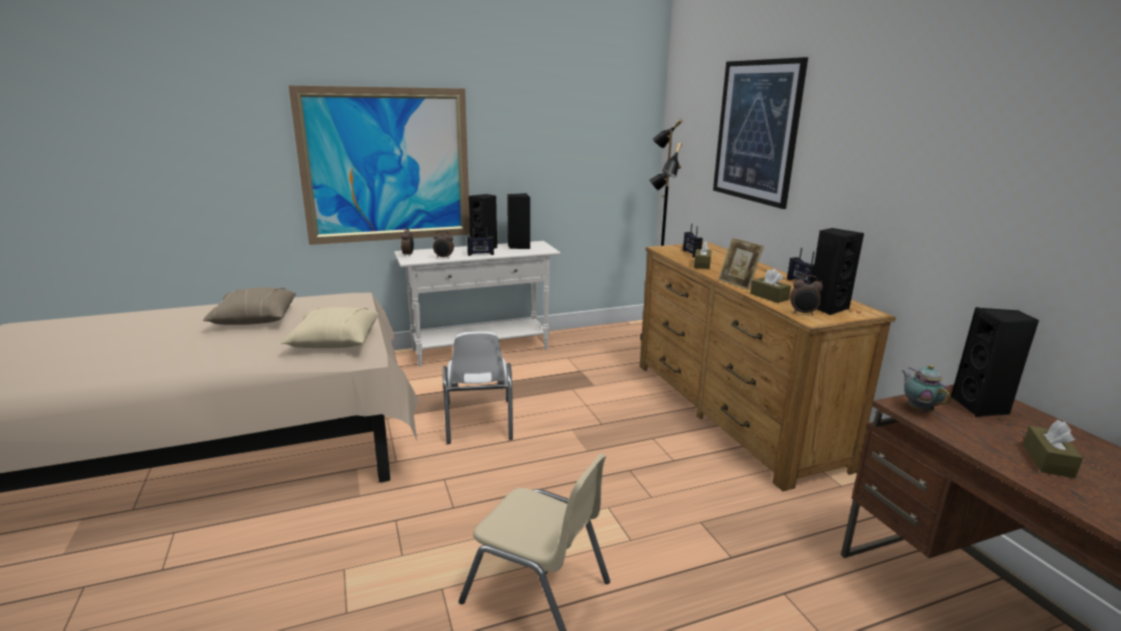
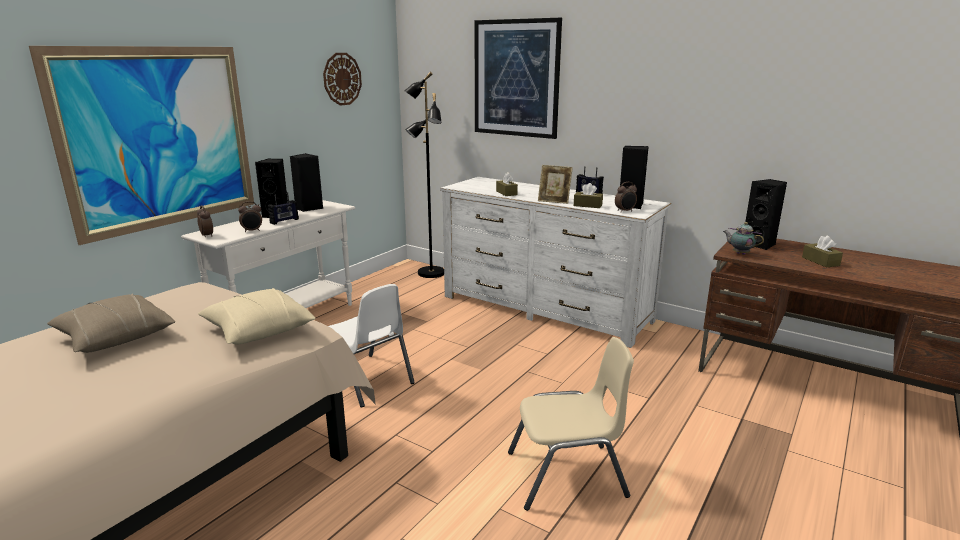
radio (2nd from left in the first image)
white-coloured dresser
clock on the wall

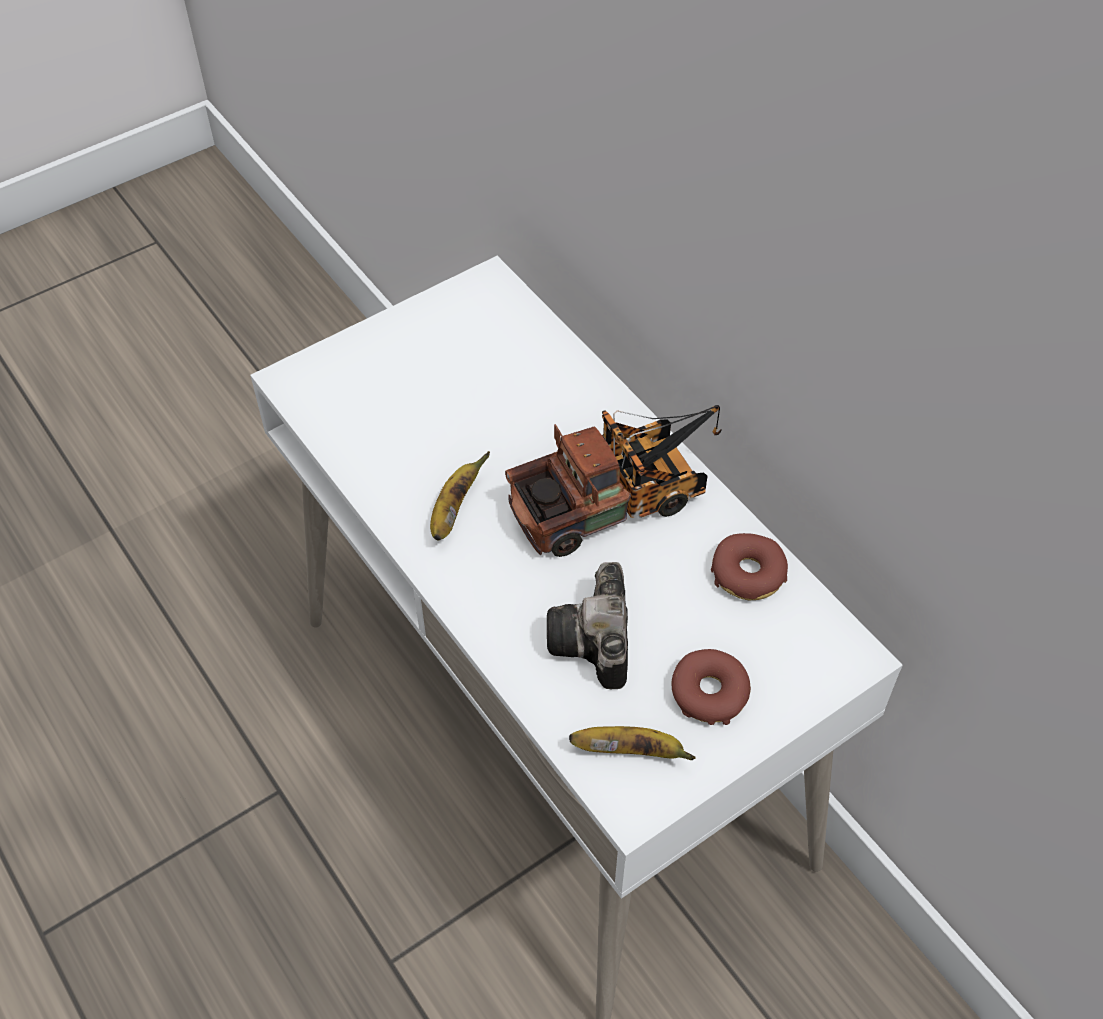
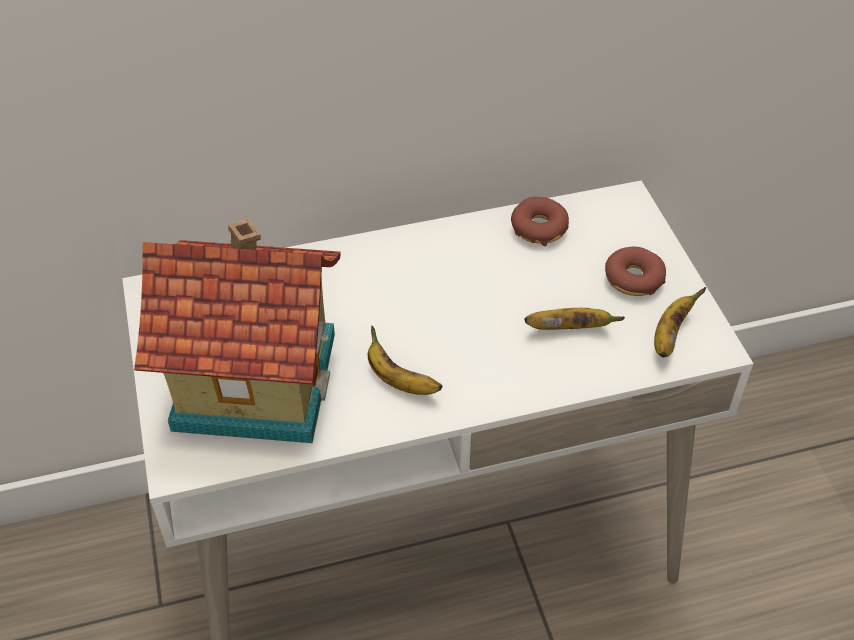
toy truck
whole banana (2nd from left)
toy house

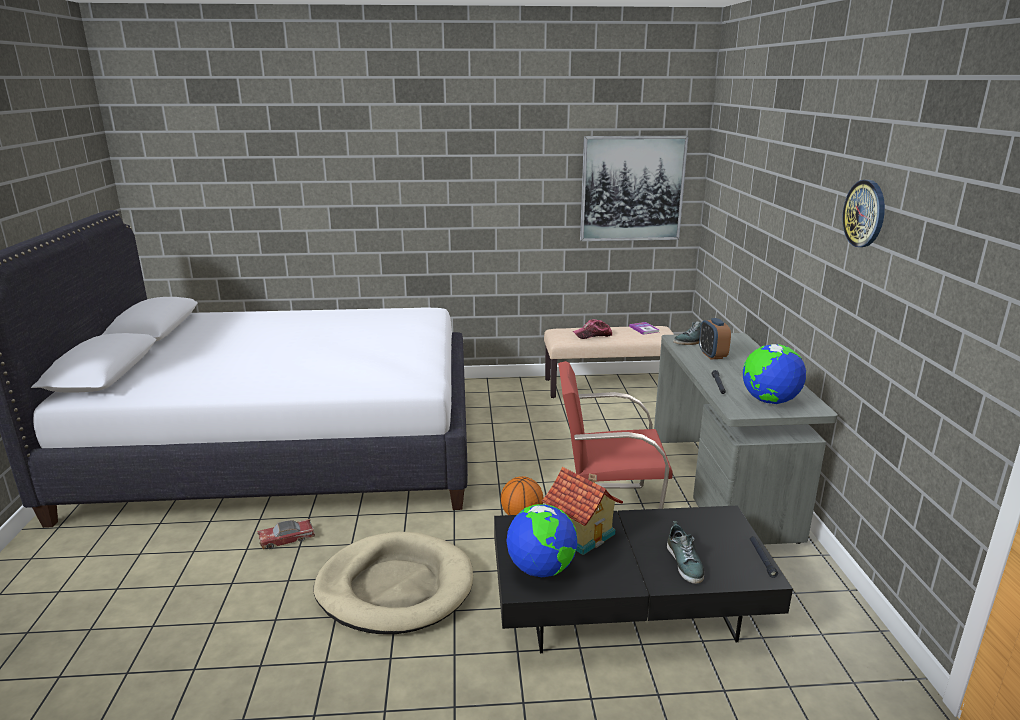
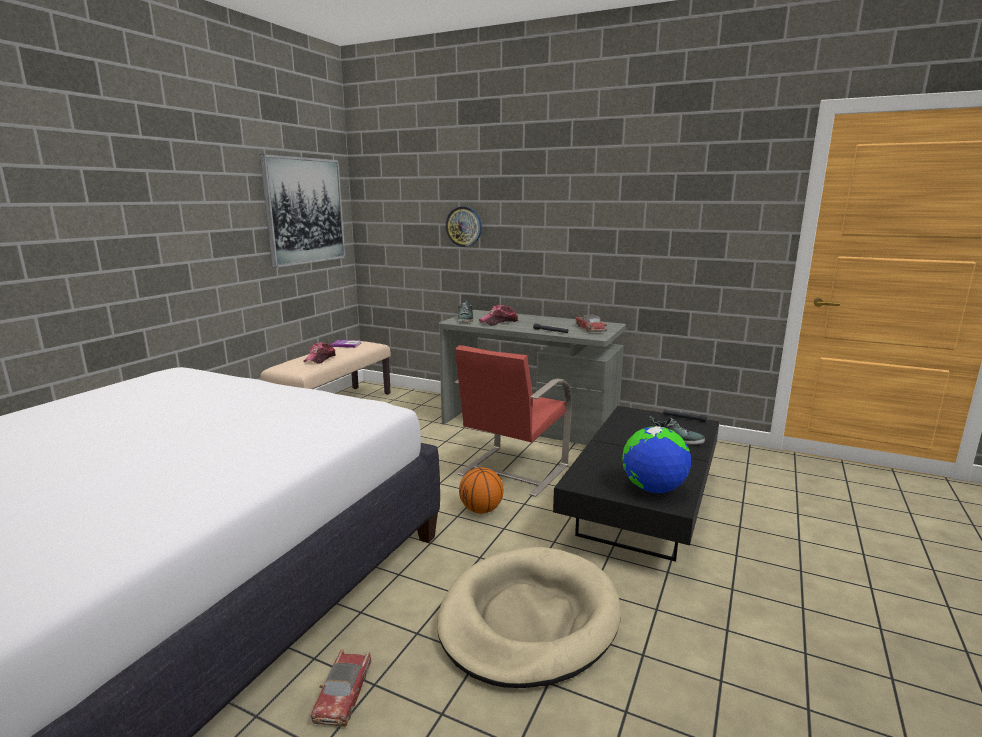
clock on the wall
cap (2nd from left)
toy car (2nd from left)
toy house

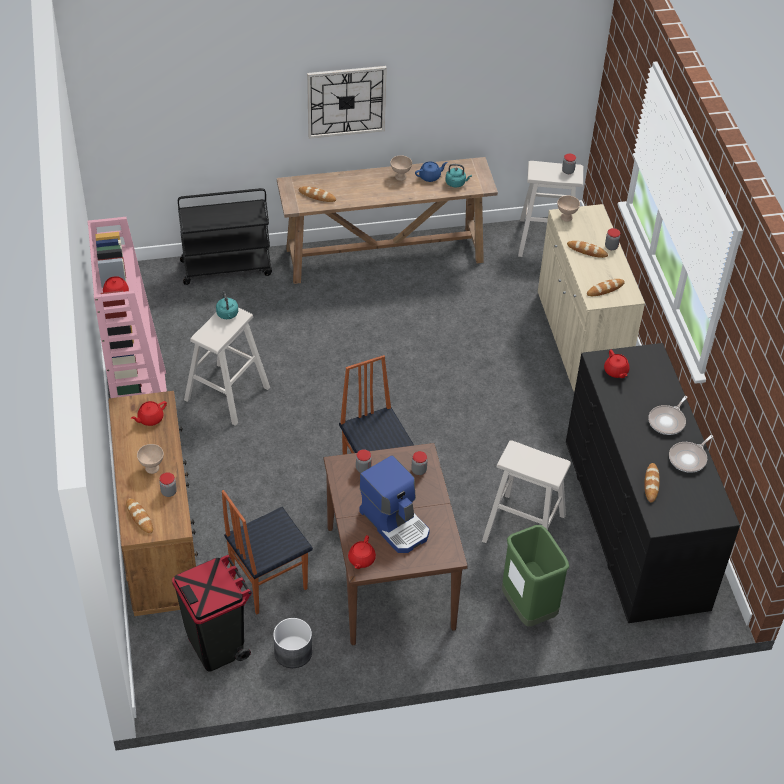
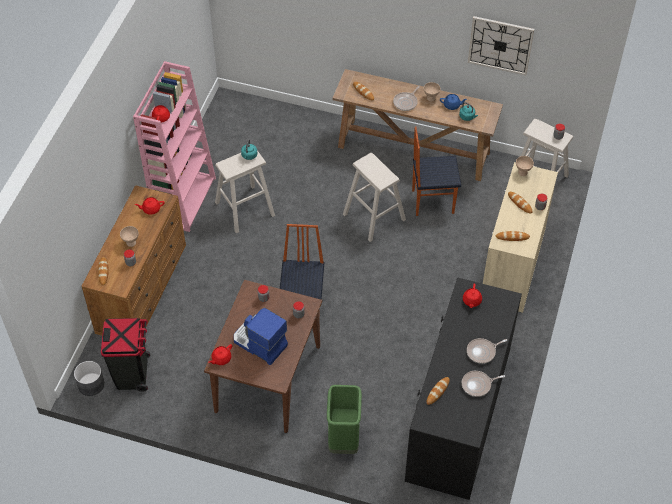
clock on the wall
black-coloured cart
beige-coloured sitting stool (2nd from left)
coffee brewer
upright chair (2nd from left)
grey plant pot
skillet (1st from left)

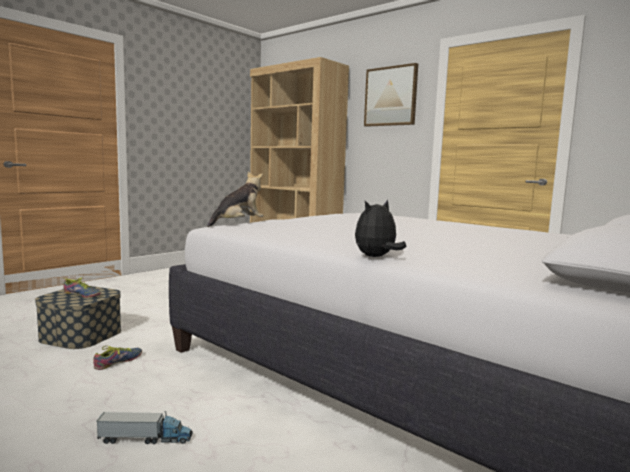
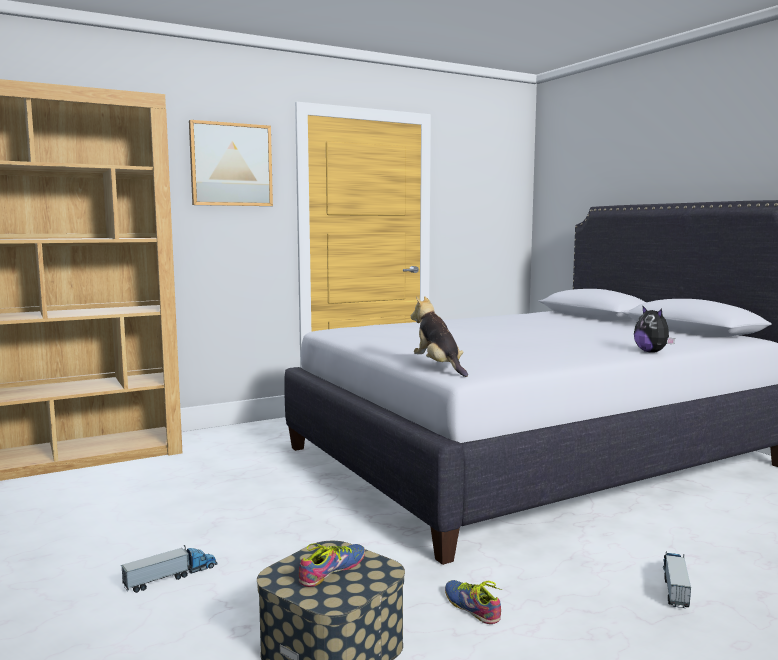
toy truck (1st from left)

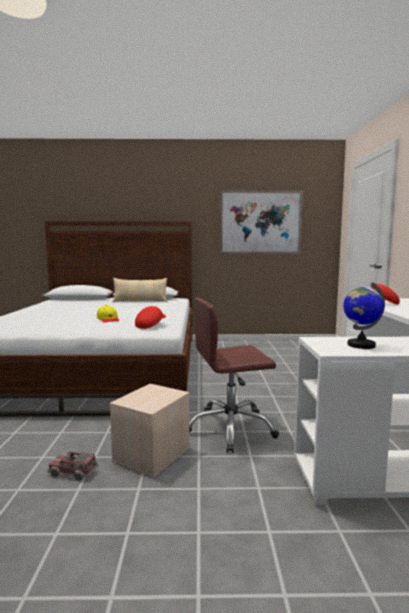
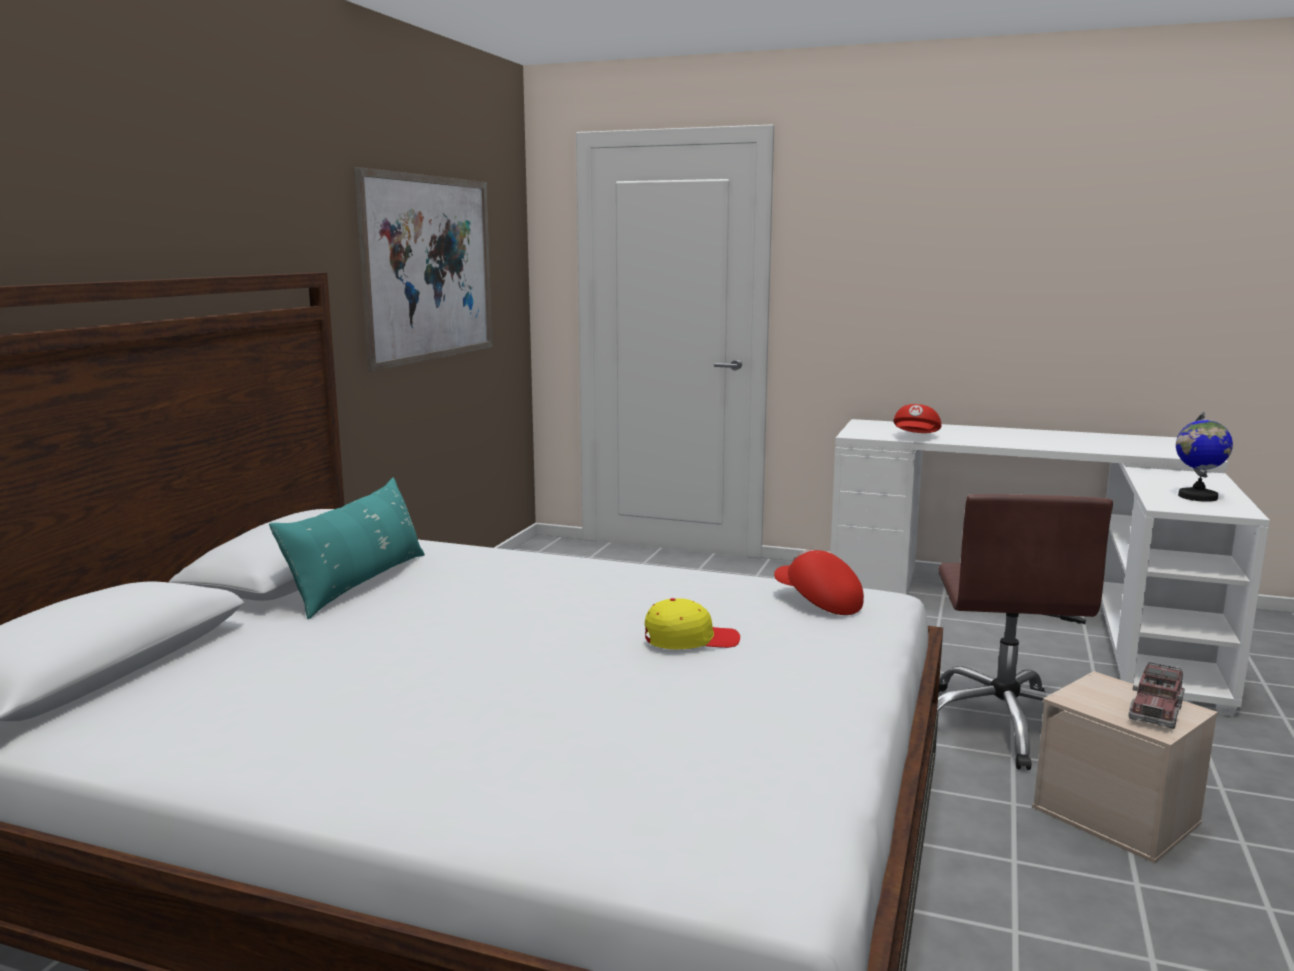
turquoise-coloured throw pillow
toy truck

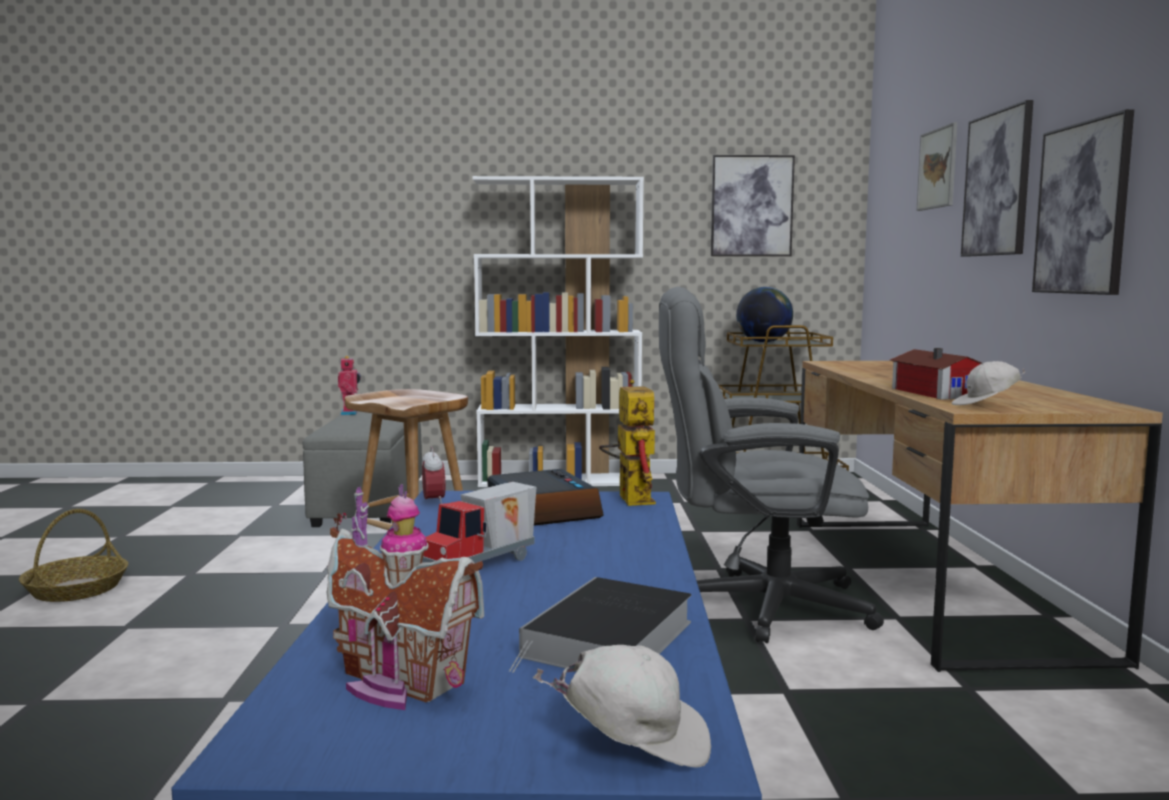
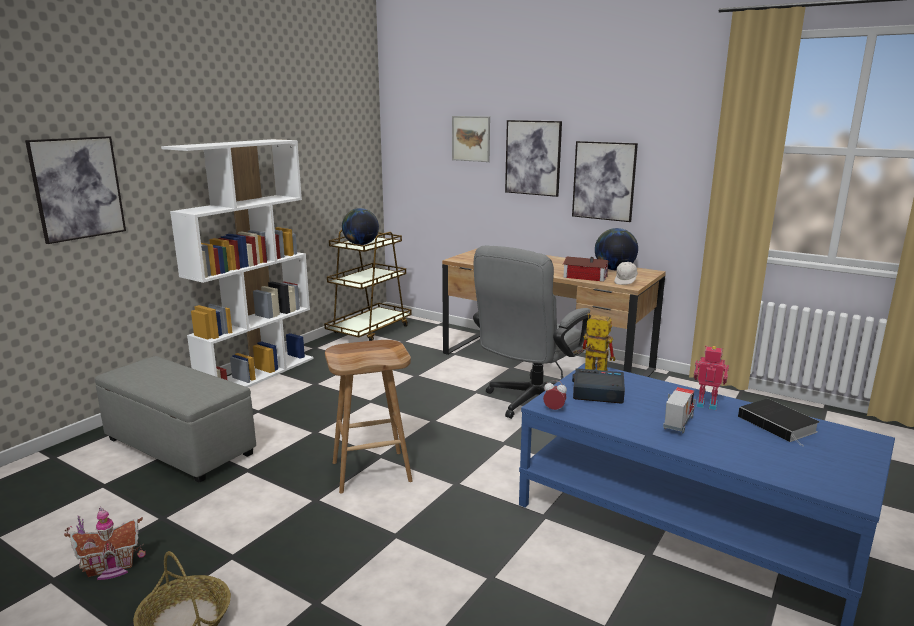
wall picture (1st from left)
toy robot (2nd from left)
toy truck
toy house (1st from left)
white-coloured cap (1st from left in the first image)
globe (2nd from left)

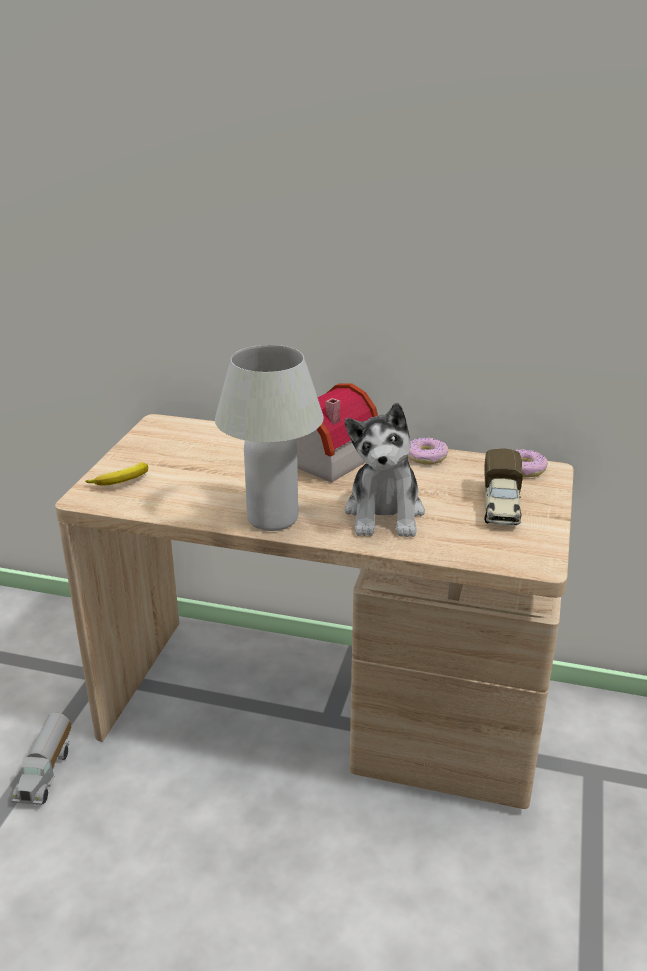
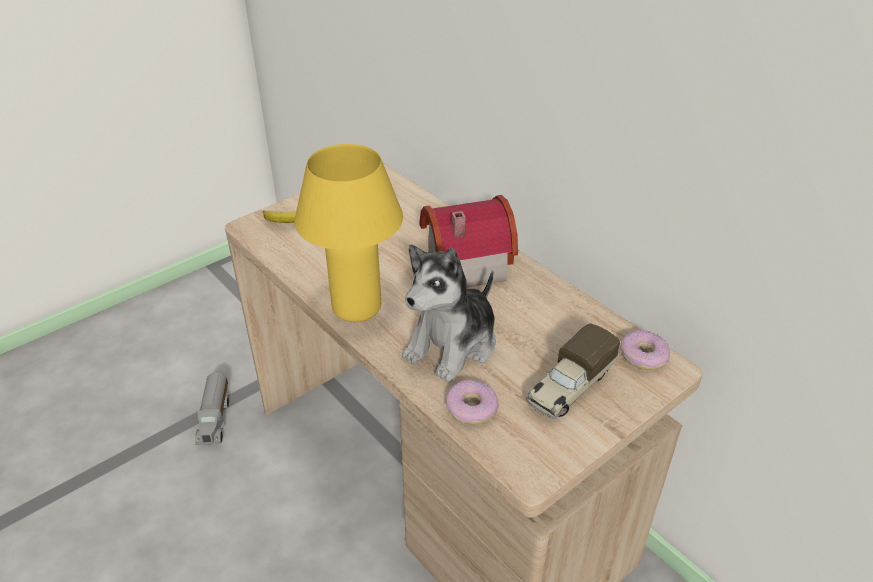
yellowish tabletop lamp
ring doughnut (1st from left)
toy truck (1st from left)

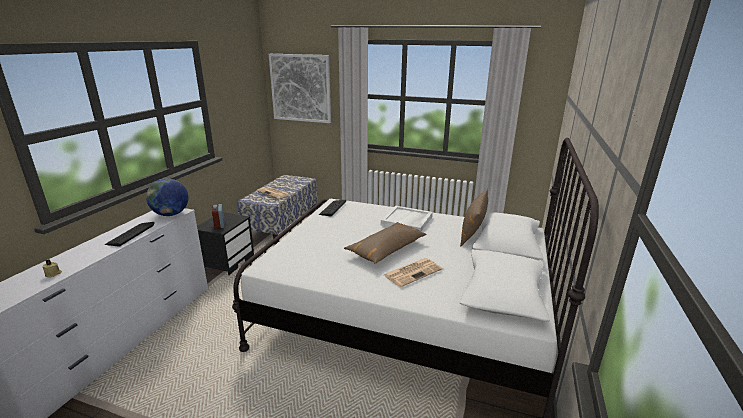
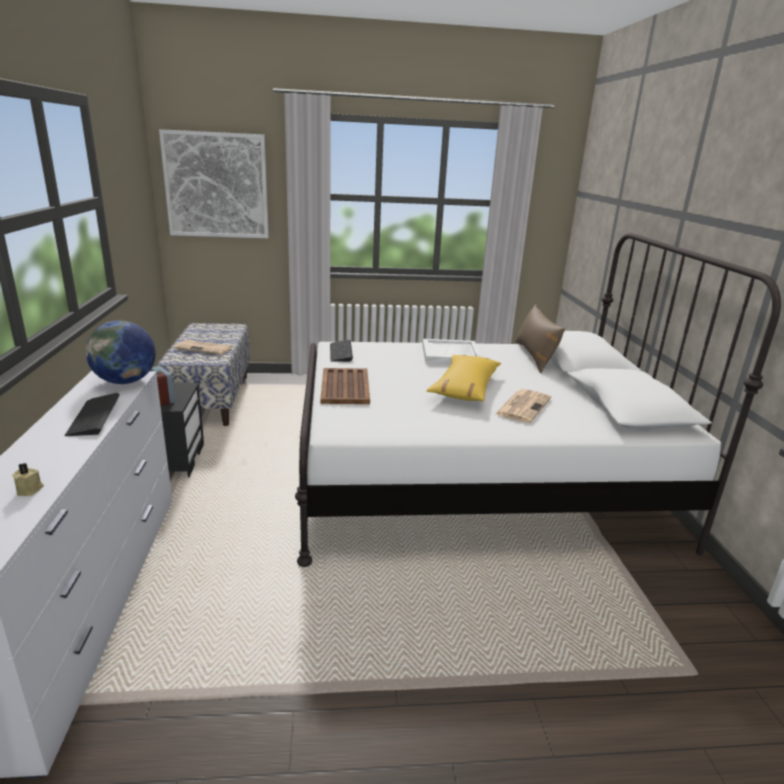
yellowish throw pillow
brownish serving tray

